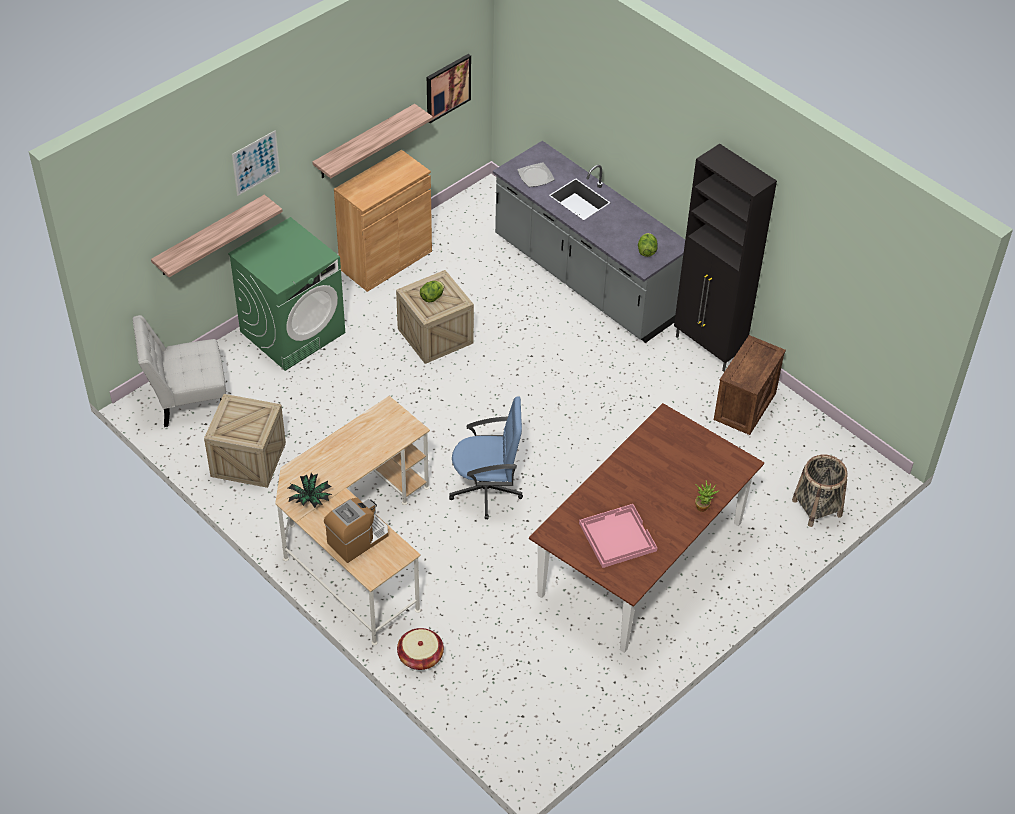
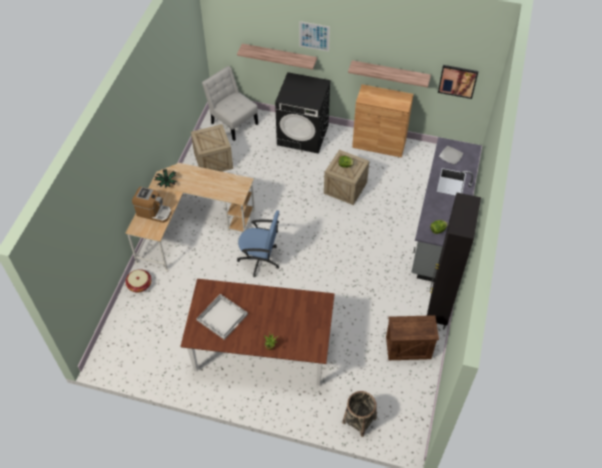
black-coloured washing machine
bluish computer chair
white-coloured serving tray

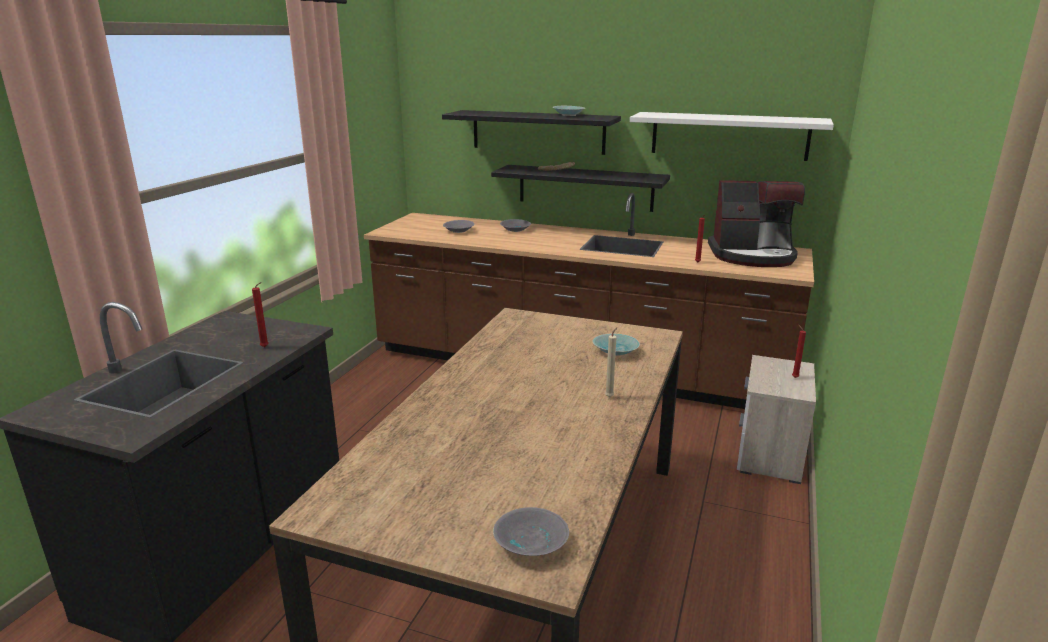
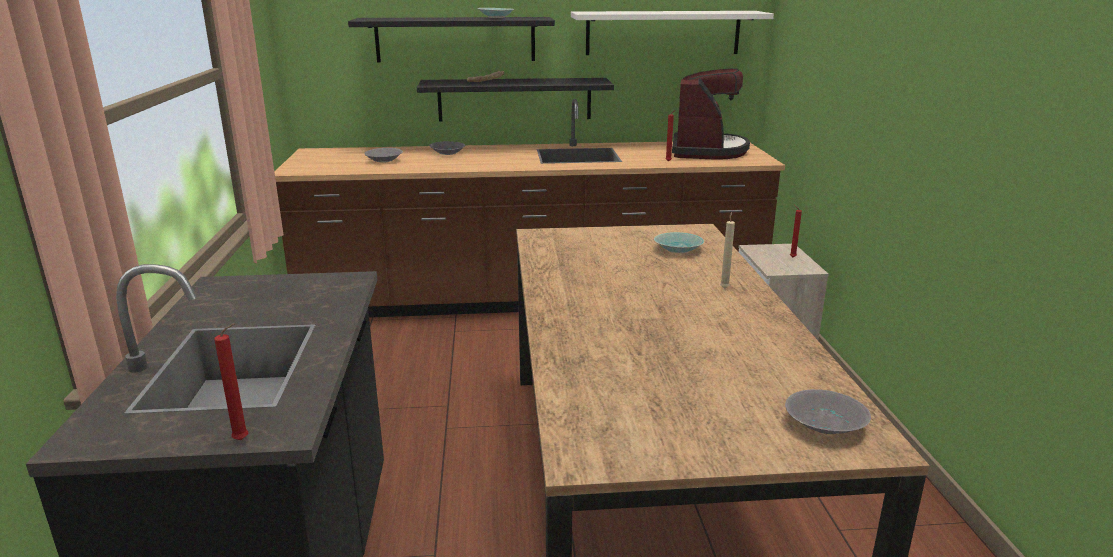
coffee brewer
reddish wax candle (1st from left)

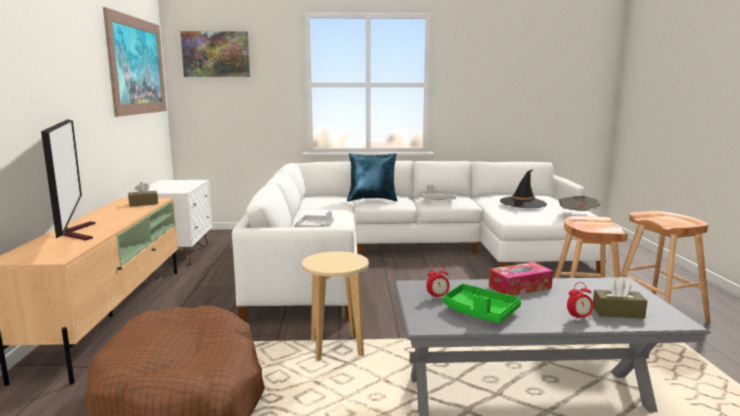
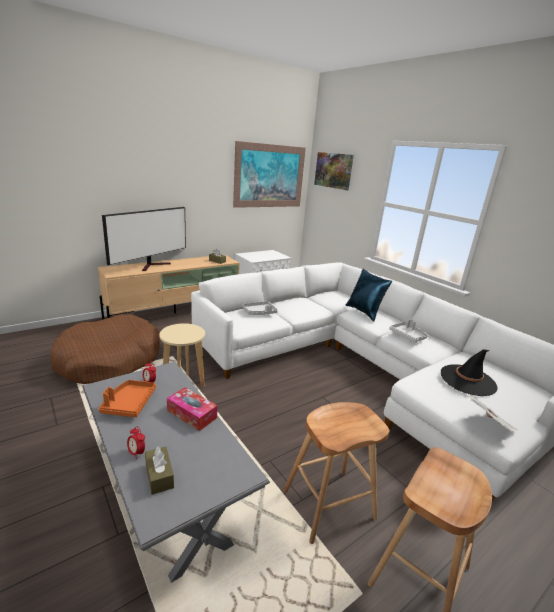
orangey serving tray

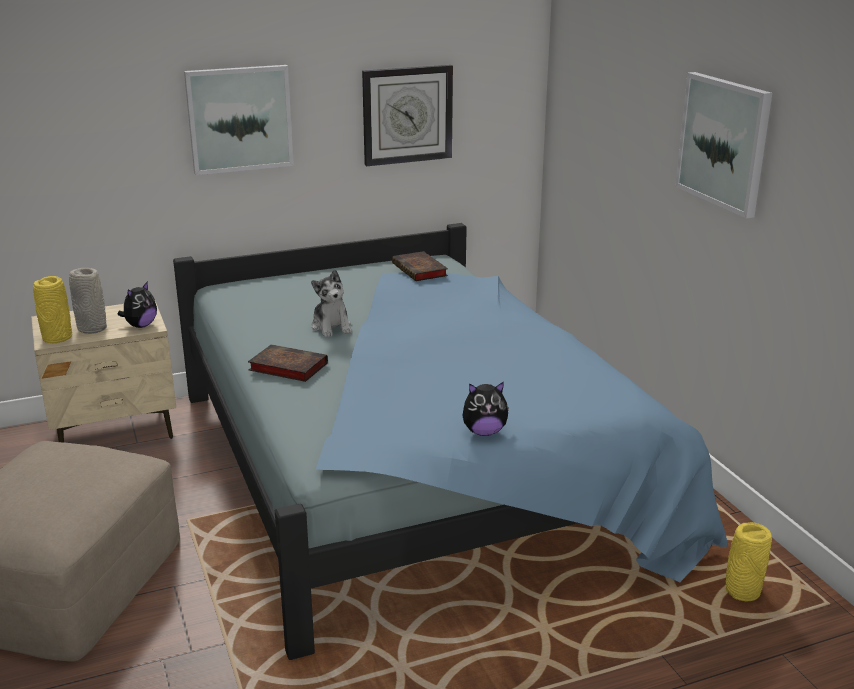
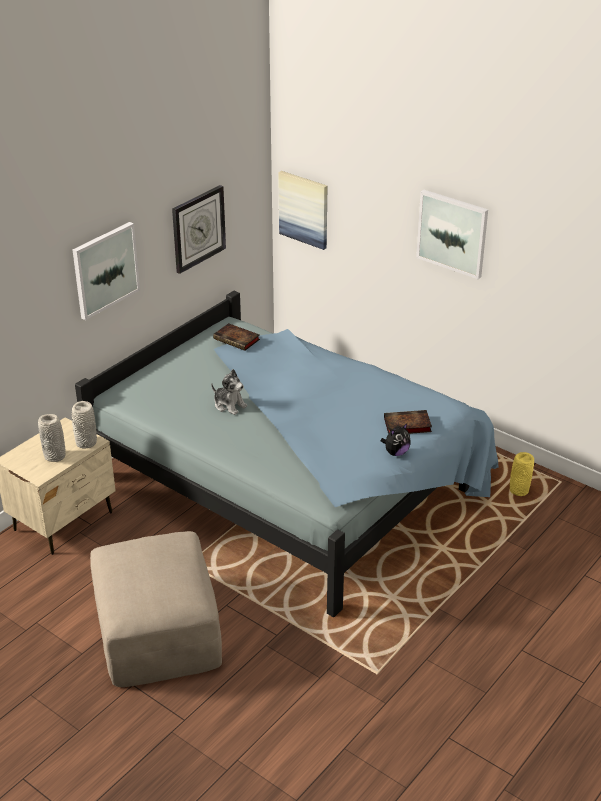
yellowish decorative vase (1st from left in the first image)
grey decorative vase (2nd from left)
book (2nd from left)
wall picture (2nd from left)

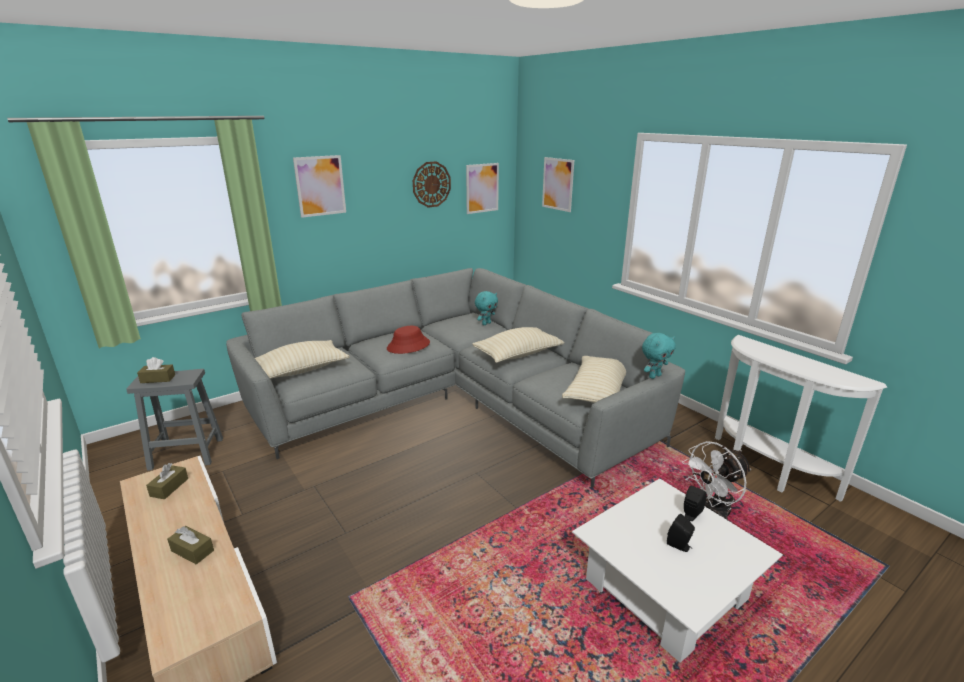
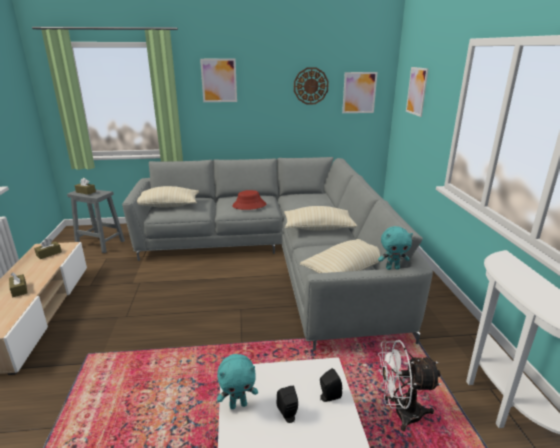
turquoise-coloured plush toy (1st from left)

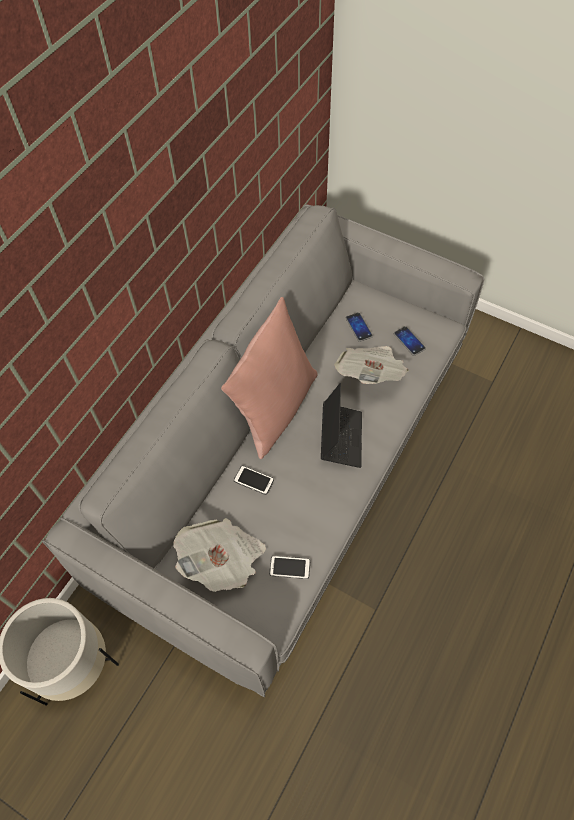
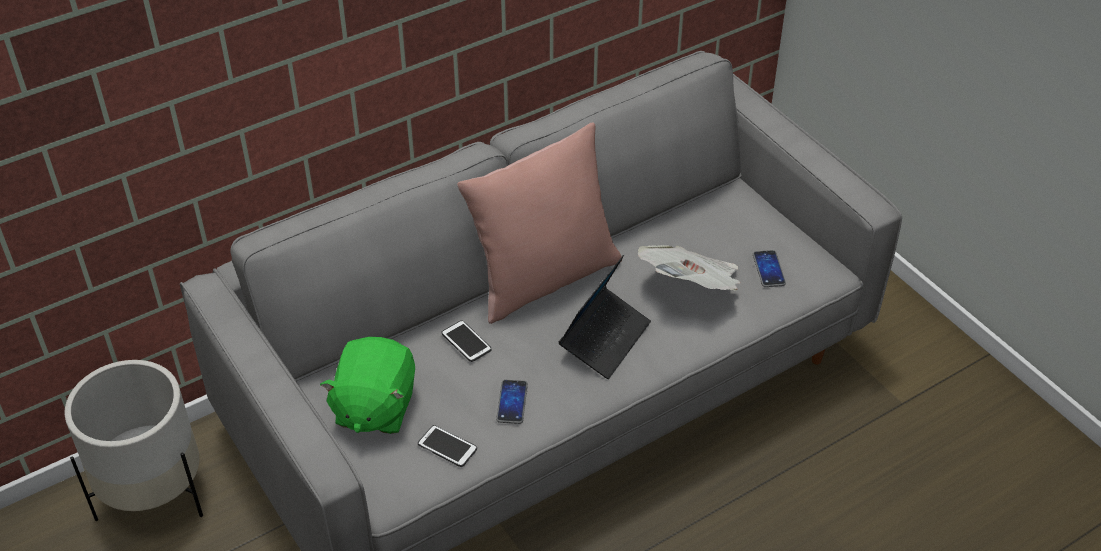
telephone (3rd from left)
green plush toy

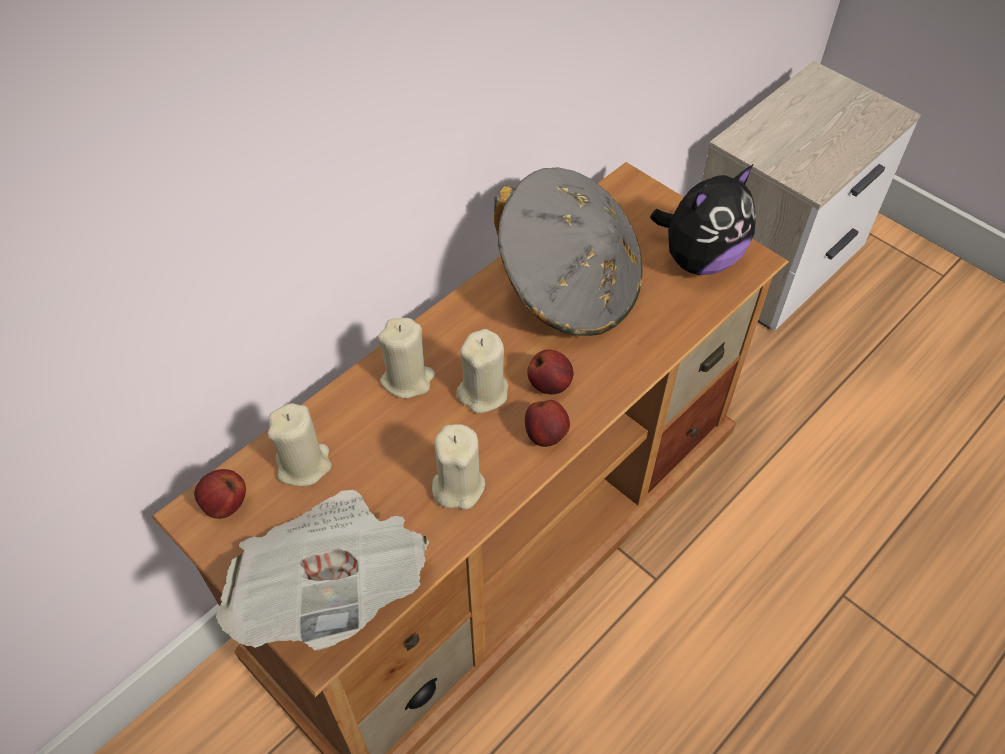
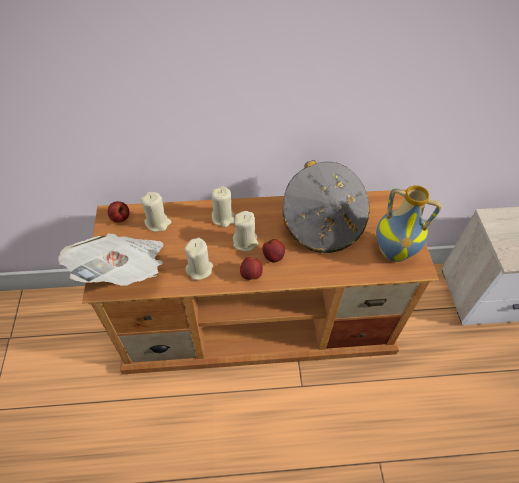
decorative vase

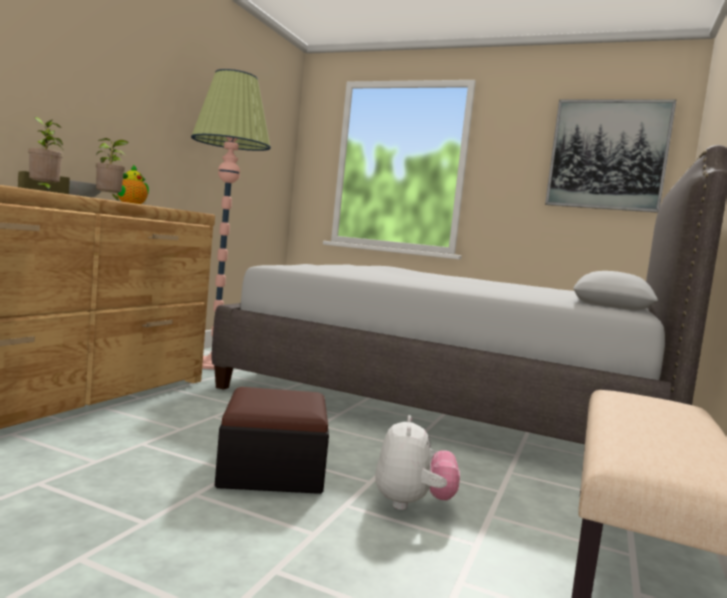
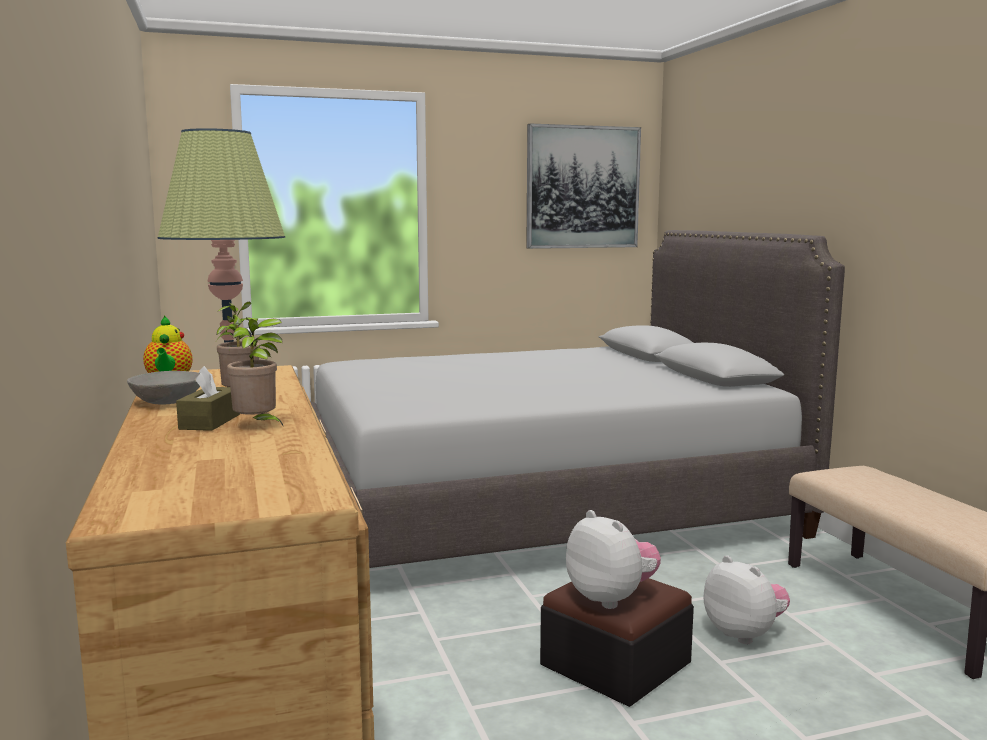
plush toy (1st from left)

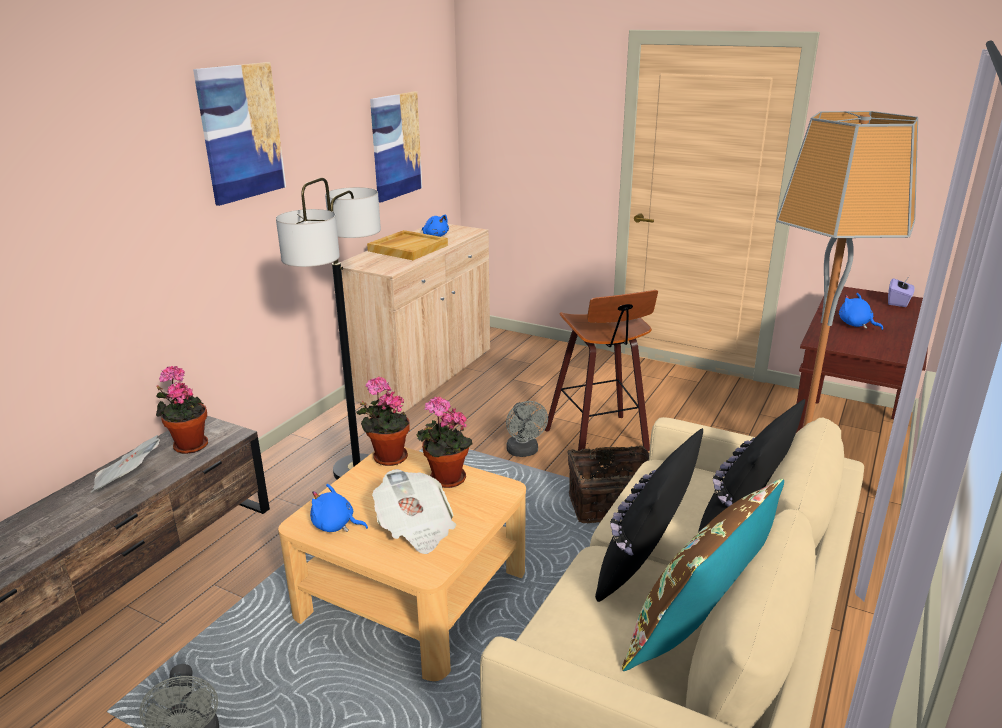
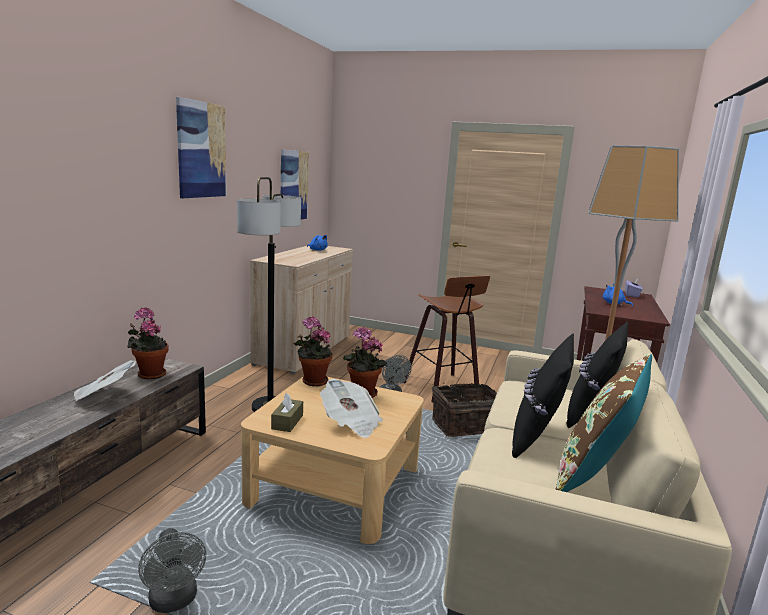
beige-coloured serving tray
brownish tissue box

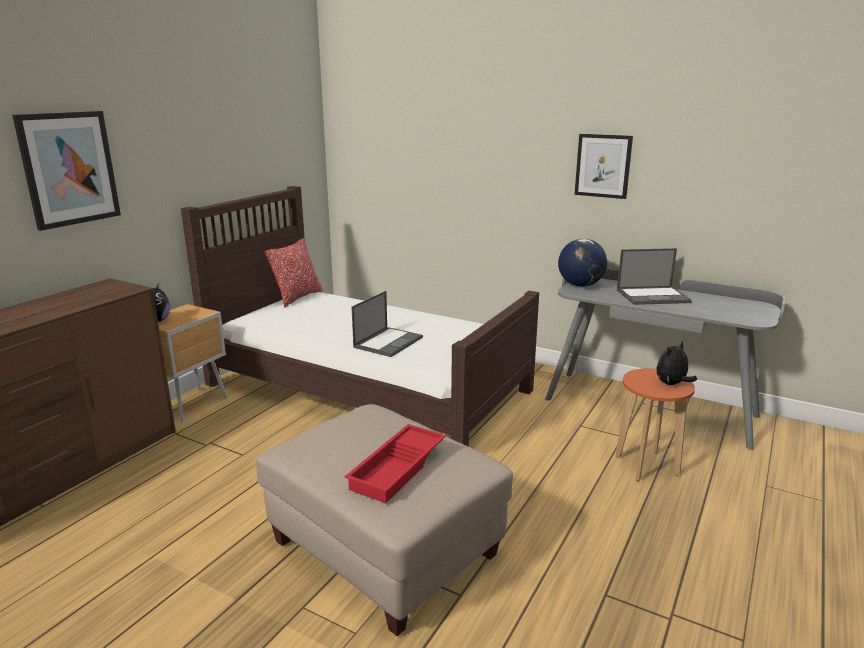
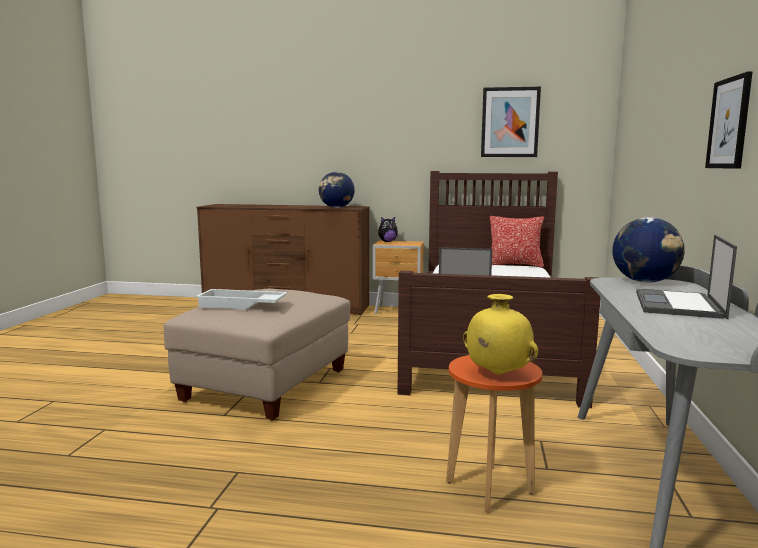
wall picture (1st from left)
portable computer (2nd from left)
yellowish decorative vase
white-coloured serving tray
globe (1st from left)

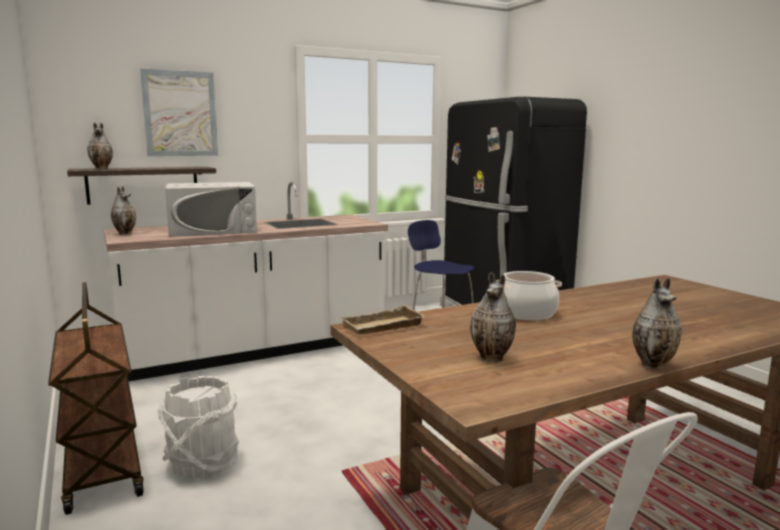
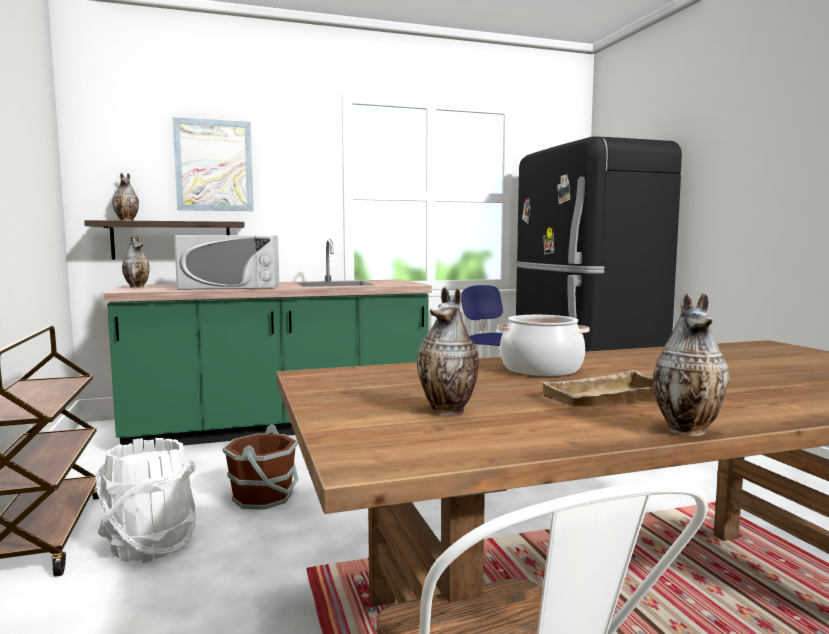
green counter
beige-coloured serving tray
brownish bucket

